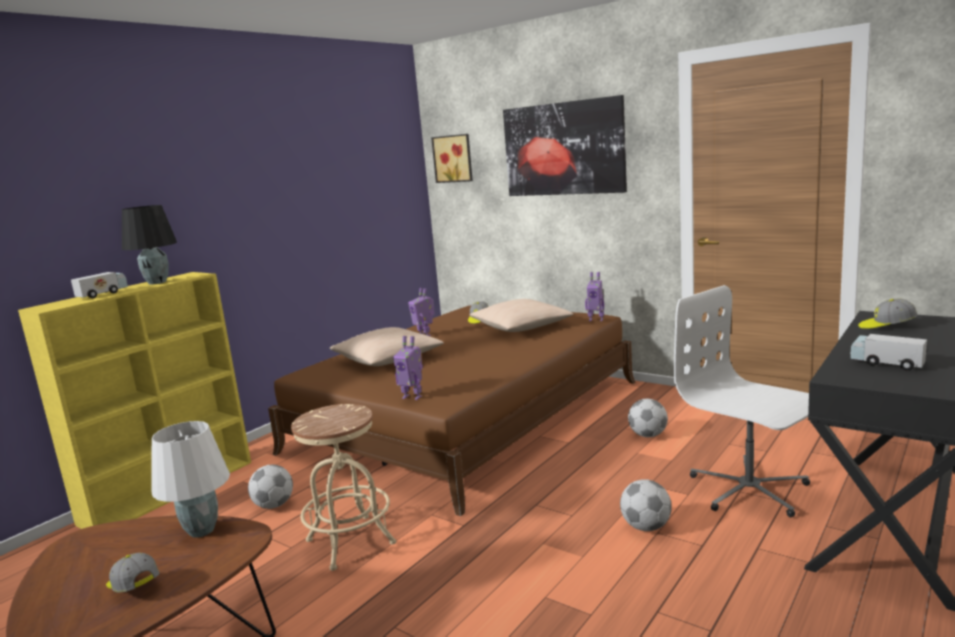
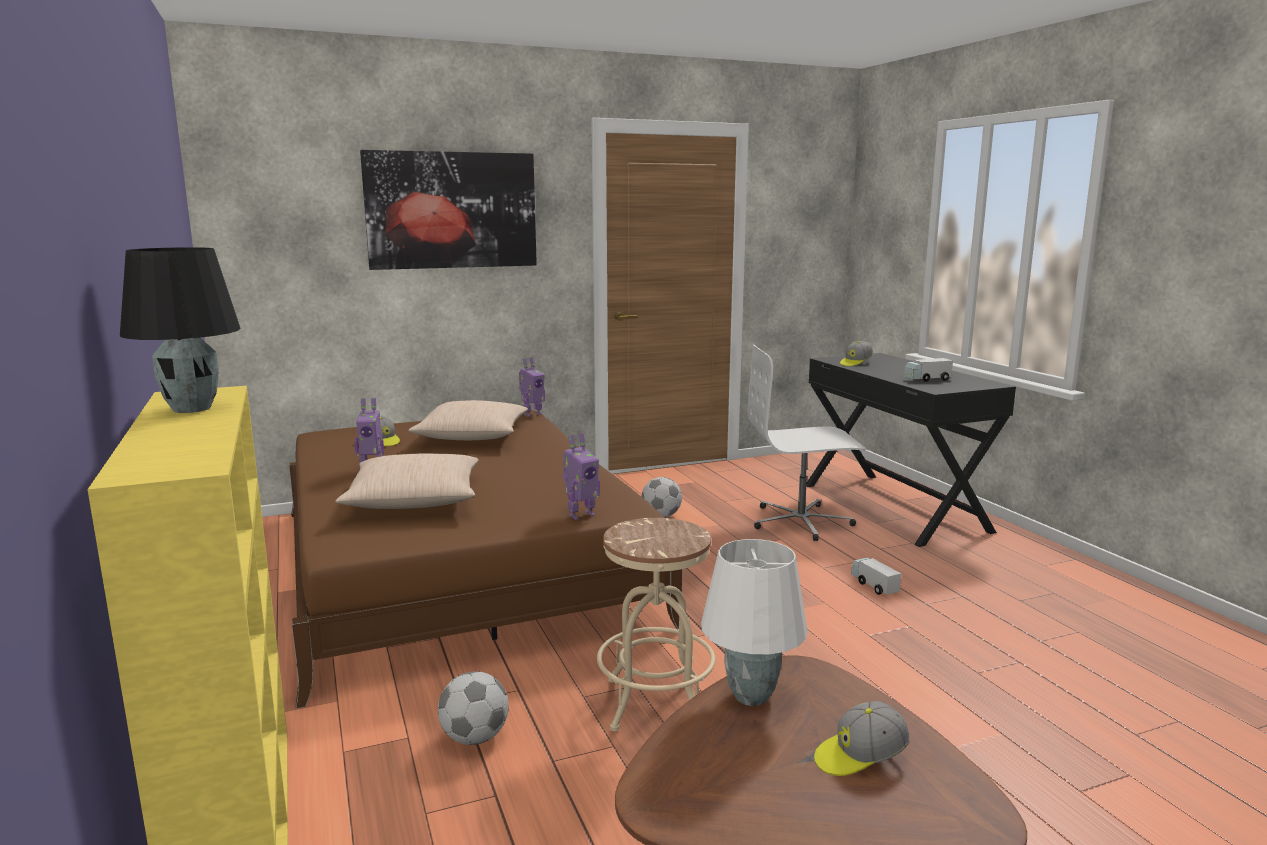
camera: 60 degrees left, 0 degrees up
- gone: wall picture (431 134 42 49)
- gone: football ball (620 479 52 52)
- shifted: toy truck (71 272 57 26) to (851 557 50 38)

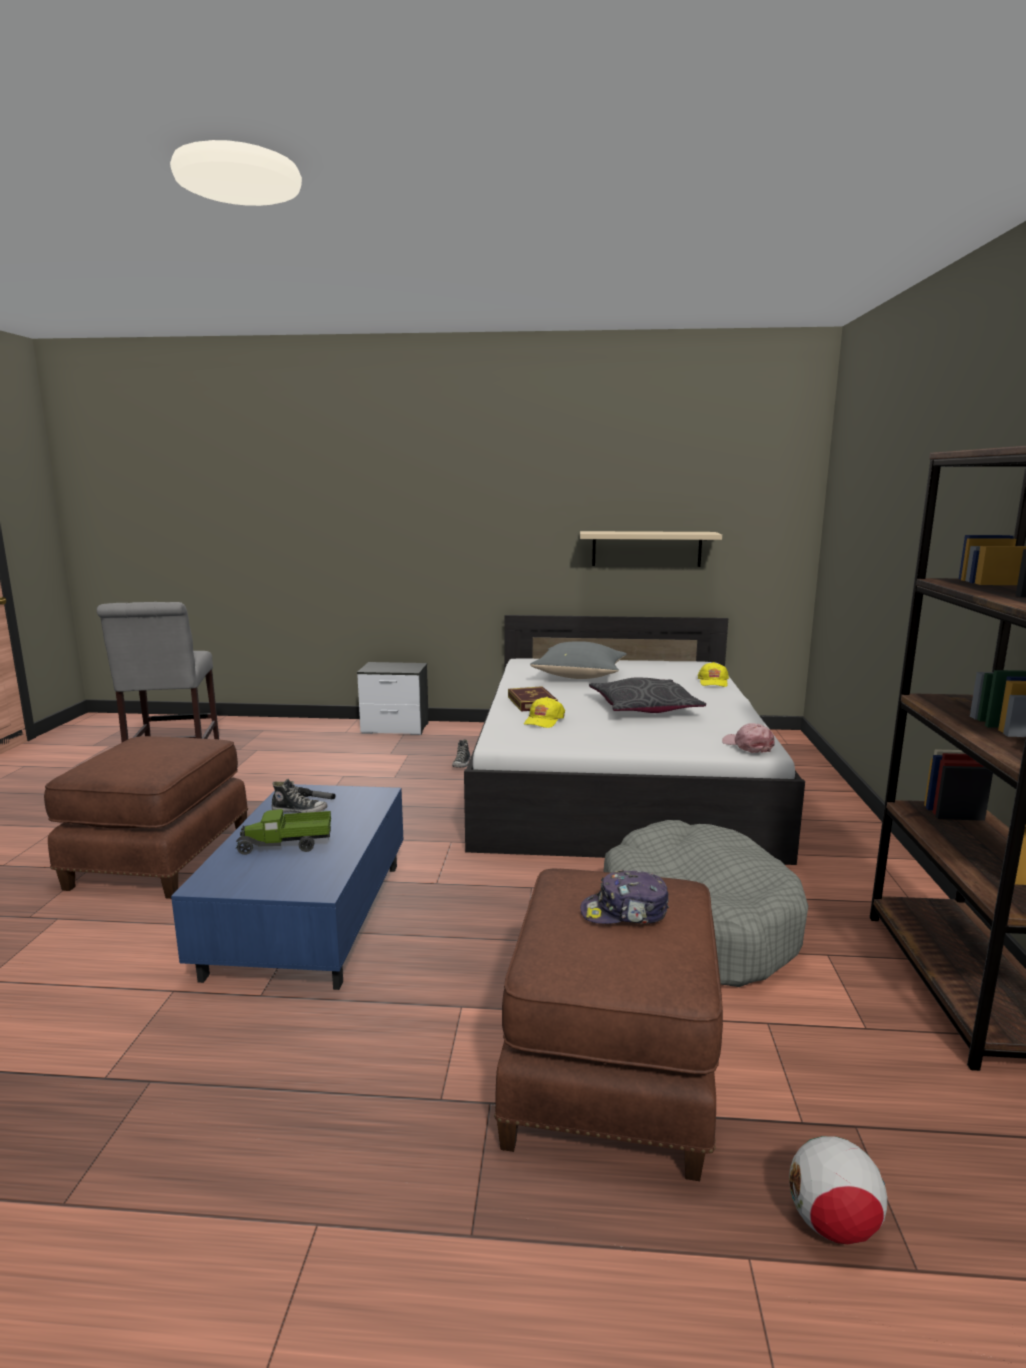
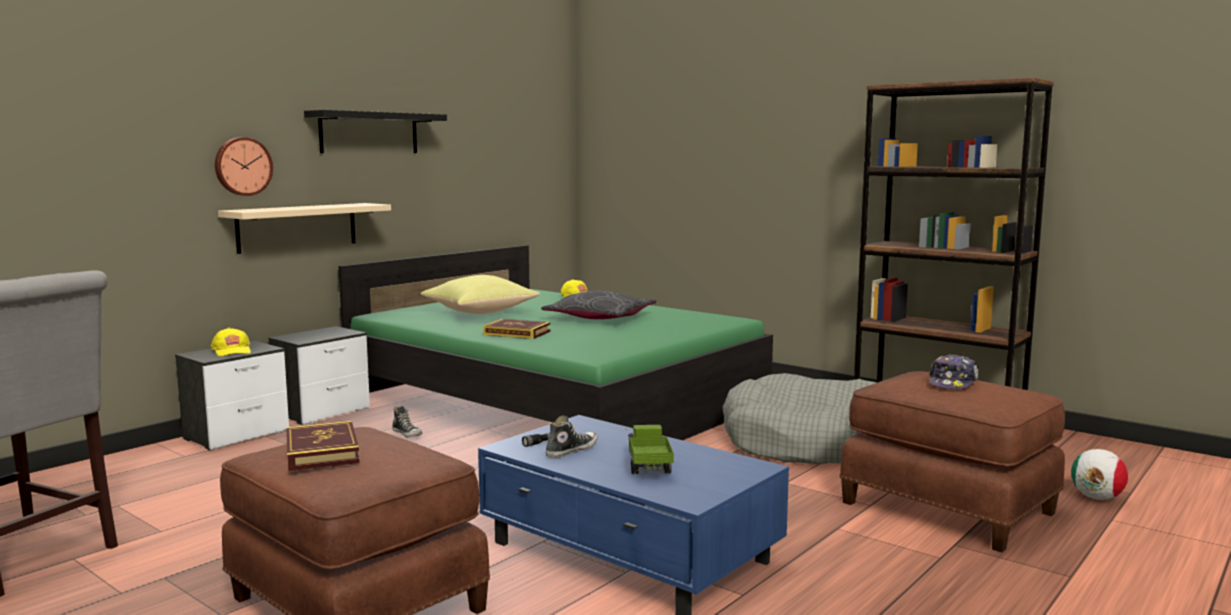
camera: 55 degrees left, 5 degrees down
- gone: baseball cap (pink) (722 723 53 30)
- new: wall clock (215 137 58 59)
- new: bedside table (269 326 101 99)
- new: bound book (286 421 74 50)
- new: shelf (black-coloured) (304 110 143 43)
- shifted: baseball cap (yellow) (524 697 41 31) to (211 328 40 28)
- shifted: shelf (sand-coloured) (580 531 142 36) to (218 203 173 51)
- repainted: bed (white-coloured) (464 615 341 250) to bed (greenish) (339 245 434 195)
- repainted: pillow (greyish) (530 641 97 38) to pillow (yellow) (421 275 120 39)
- rotated: toy truck (236 809 95 46) = (625 425 49 49) 150 degrees clockwise

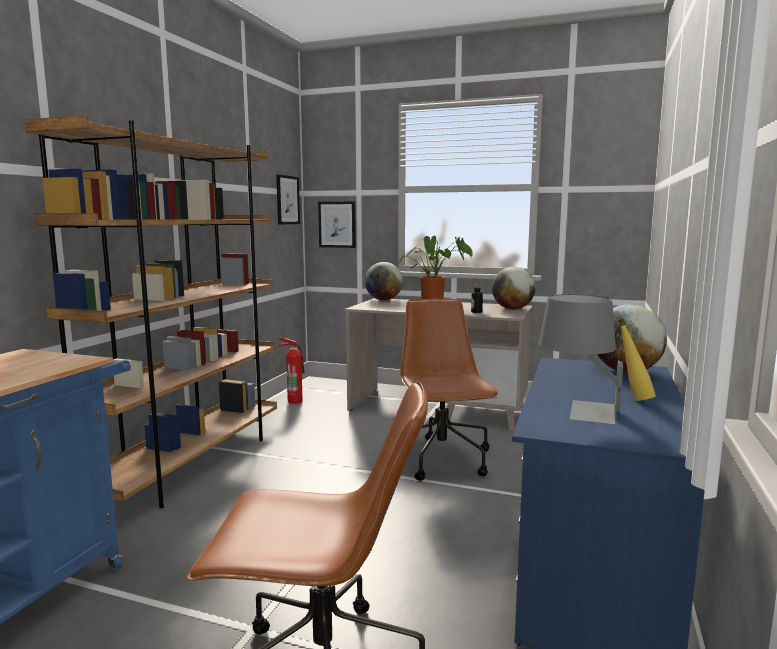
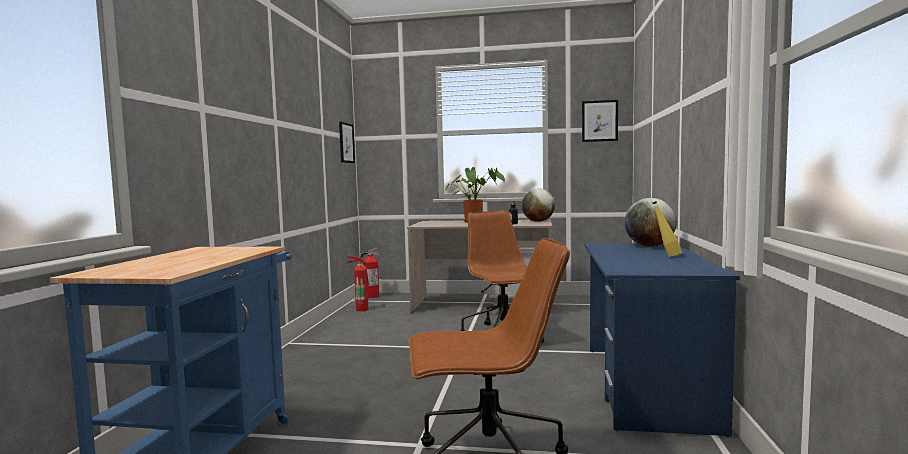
camera: 10 degrees left, 5 degrees down
- gone: bookcase (brown) (25 115 252 393)
- gone: world globe (365 262 38 38)
- gone: table lamp (greyish) (539 294 84 131)
- new: fire-fighting cylinder (360 248 19 50)
- shifted: wall picture (318 202 38 46) to (582 100 36 42)

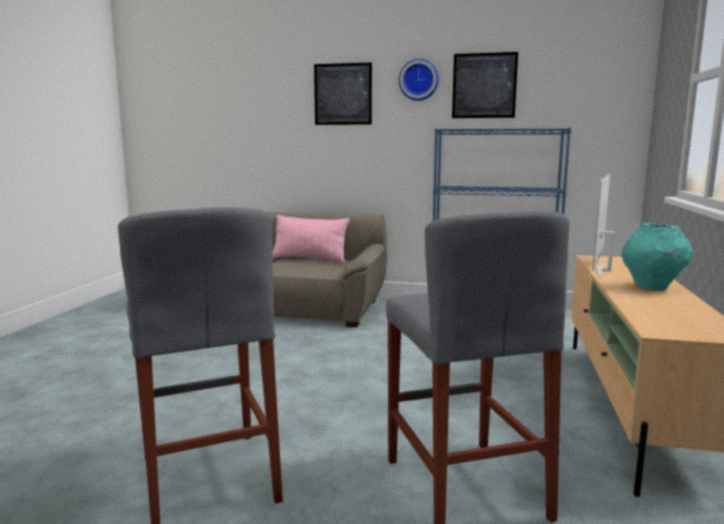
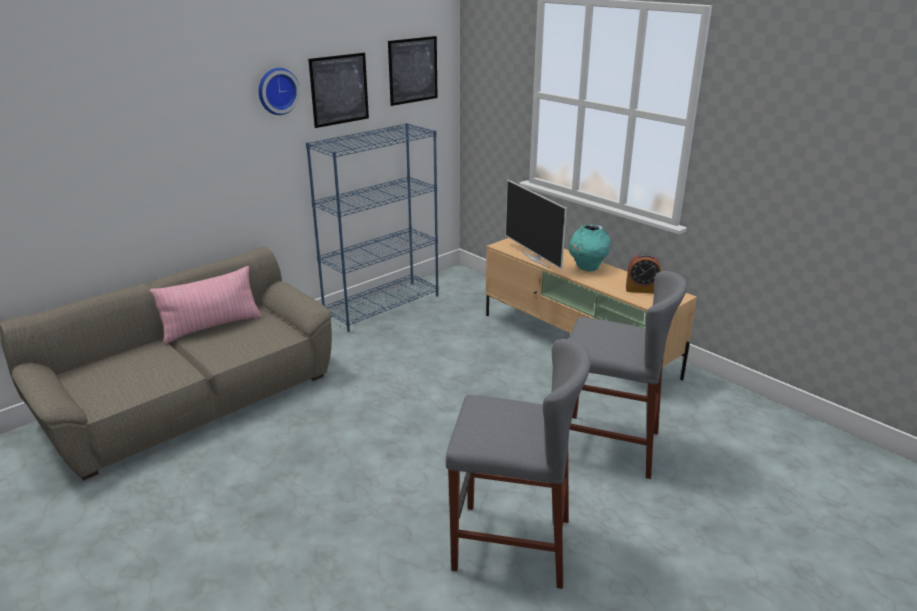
camera: 55 degrees left, 15 degrees up
- new: alarm clock (626 253 35 41)
- shifted: wall picture (314 62 58 63) to (388 36 49 70)

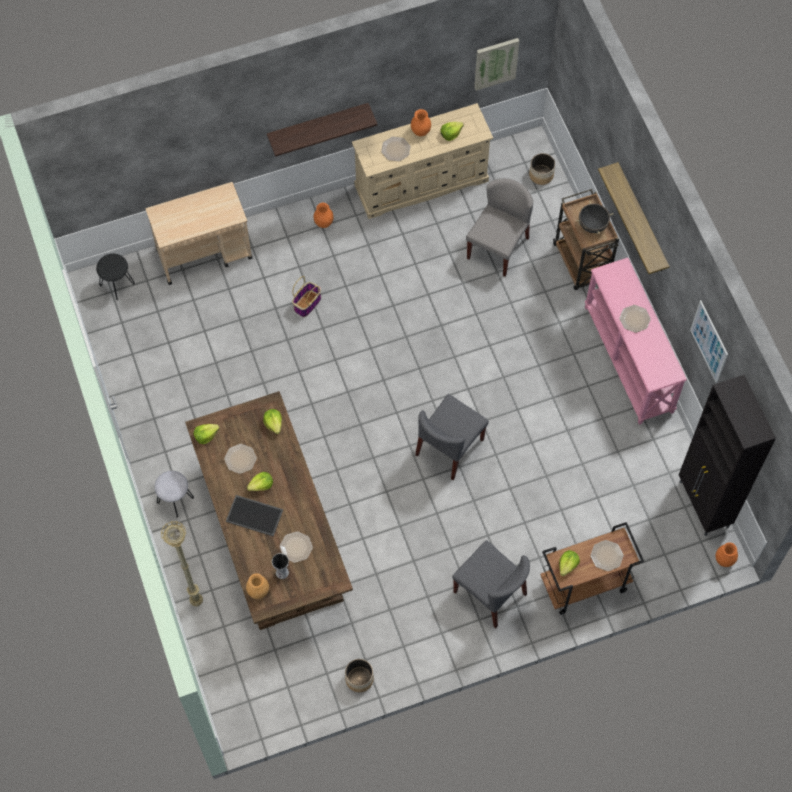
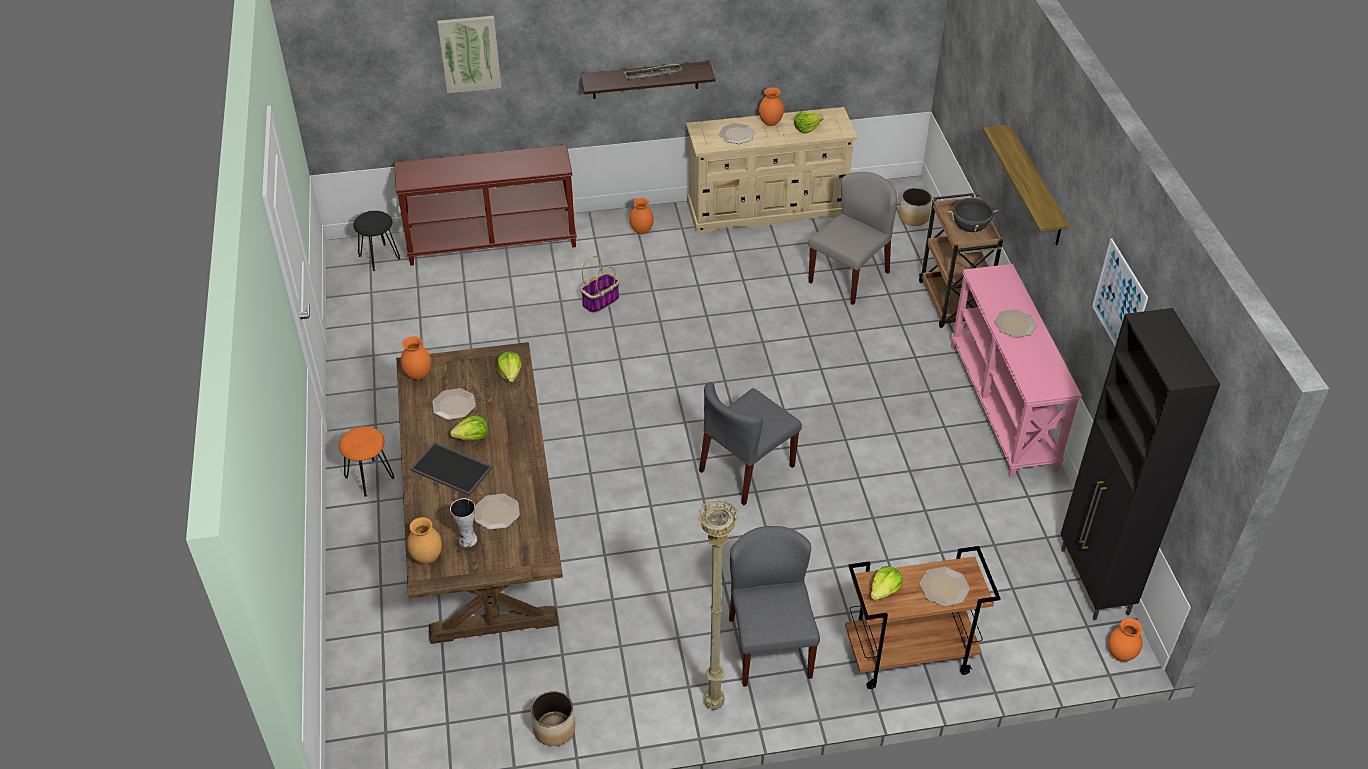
camera: 10 degrees right, 20 degrees down
- new: carrying tray (624 64 58 17)
- shifted: standing lamp (sand-coloured) (161 521 42 85) to (698 499 40 211)
- shifted: wall picture (474 38 45 53) to (437 16 64 77)
- swapped: wheeled cart (sand-coloured) (146 182 107 103) to hall table (brown) (394 145 183 121)
- swapped: lettuce head (194 424 26 20) to decorative vase (orangey) (400 336 31 44)
- repainted: sitting stool (greyish) (154 471 40 47) to sitting stool (orangey) (339 426 55 71)
- rotated: chair (greyish) (452 540 78 88) = (729 526 91 161) 150 degrees counterclockwise

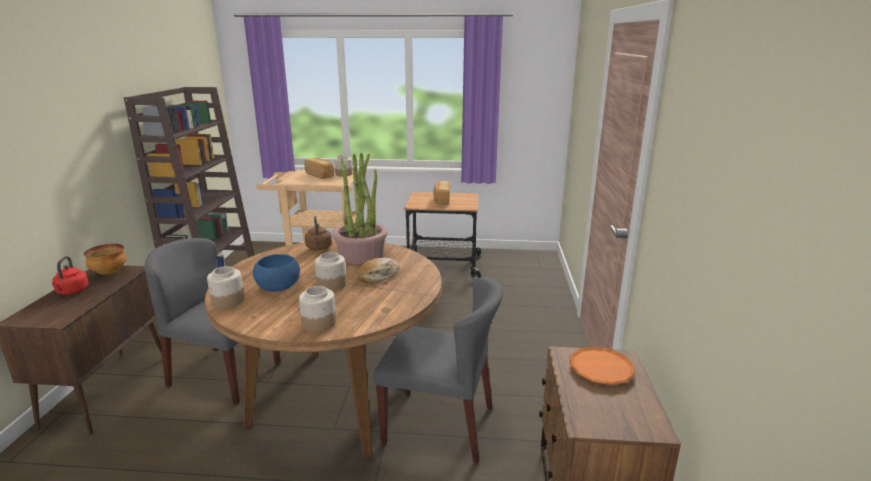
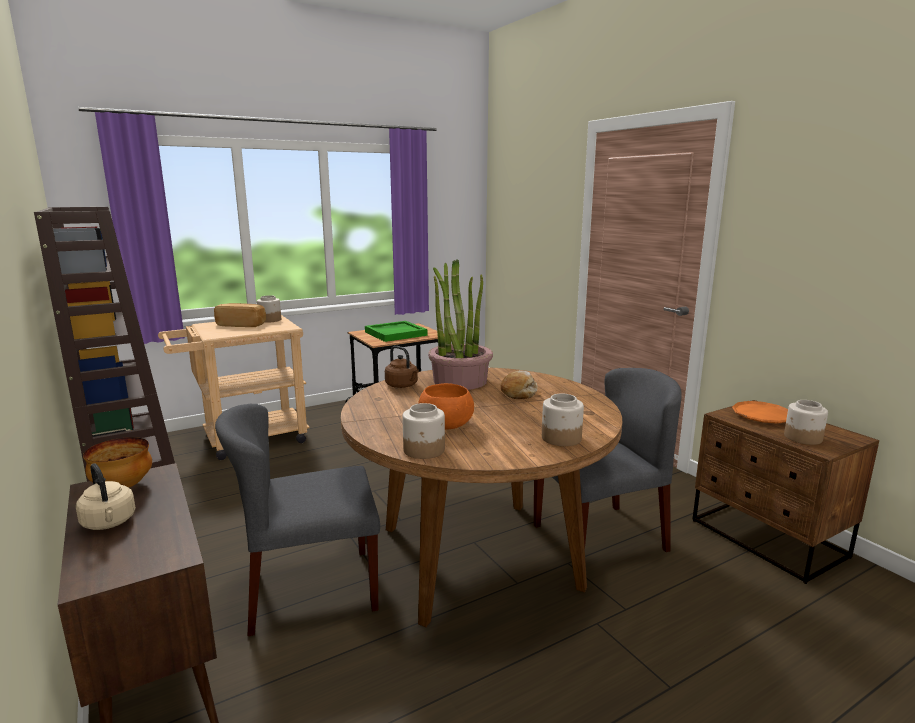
camera: 35 degrees left, 5 degrees down
- shifted: jar (315 252 31 39) to (784 400 44 45)
- swapped: bakery bread (434 181 16 24) to carrying tray (greenish) (365 321 63 21)
- repainted: water kettle (red-coloured) (52 256 37 39) to water kettle (sand-coloured) (76 463 60 67)
- repainted: bowl (bluish) (253 254 47 38) to bowl (orangey) (418 383 56 47)

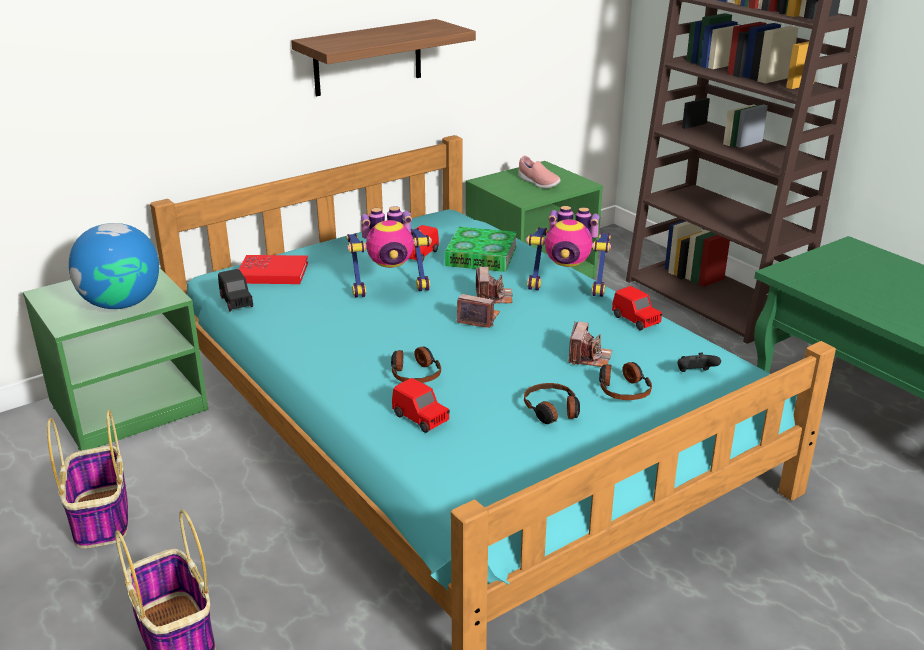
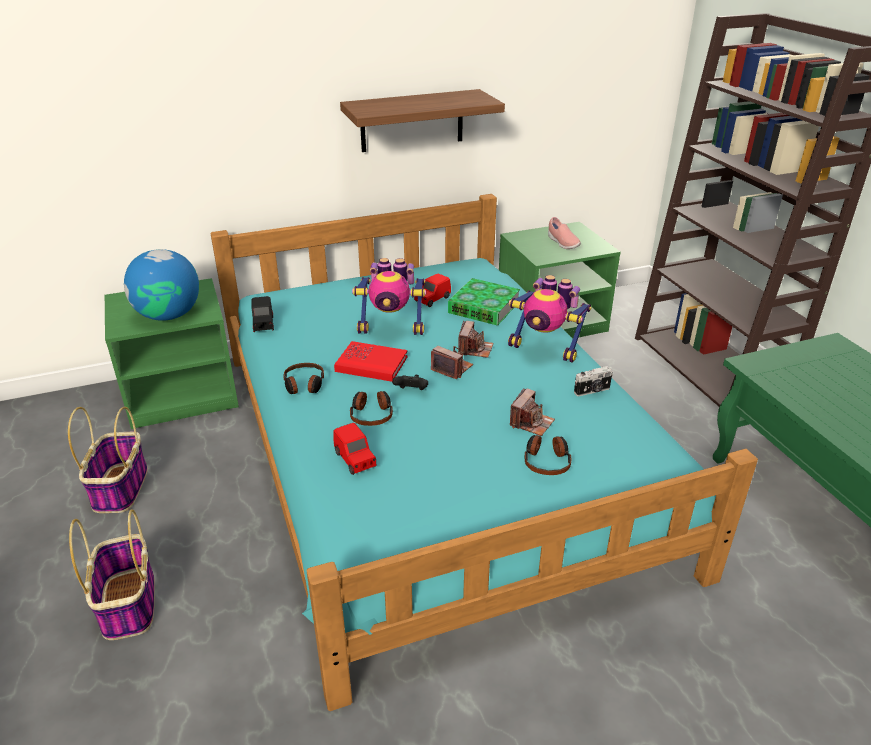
camera: 15 degrees right, 5 degrees up
- shifted: bound book (red-coloured) (239 255 69 29) to (334 341 74 41)
- shifted: headset (524 383 56 41) to (283 363 41 31)
- shifted: game controller (black-coloured) (678 353 43 19) to (392 375 36 15)
- swapped: toy car (red-coloured) (612 286 50 45) to still camera (574 366 38 30)

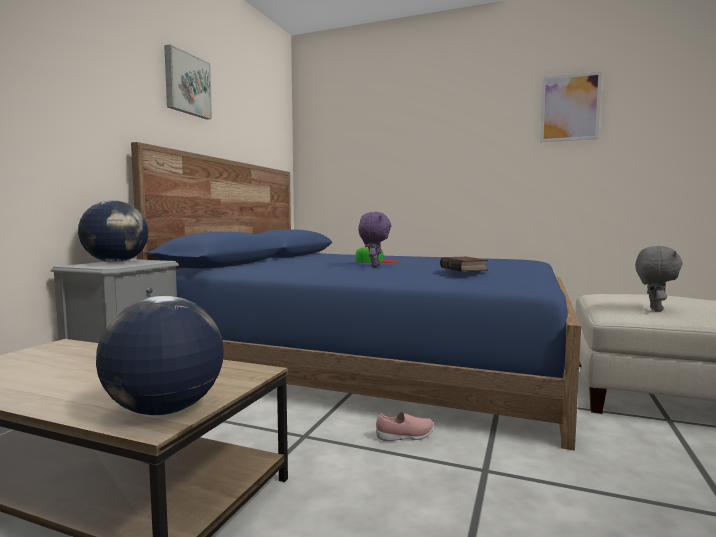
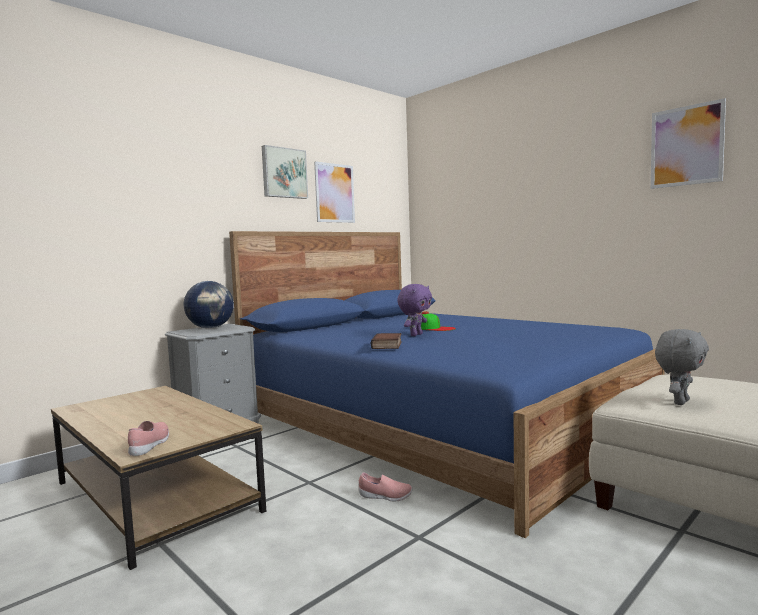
camera: 25 degrees right, 0 degrees up
- new: wall picture (314 161 41 62)
- shifted: bound book (440 257 48 15) to (371 333 31 16)
- swapped: world globe (96 296 128 120) to low shoe (pink) (128 421 41 35)

